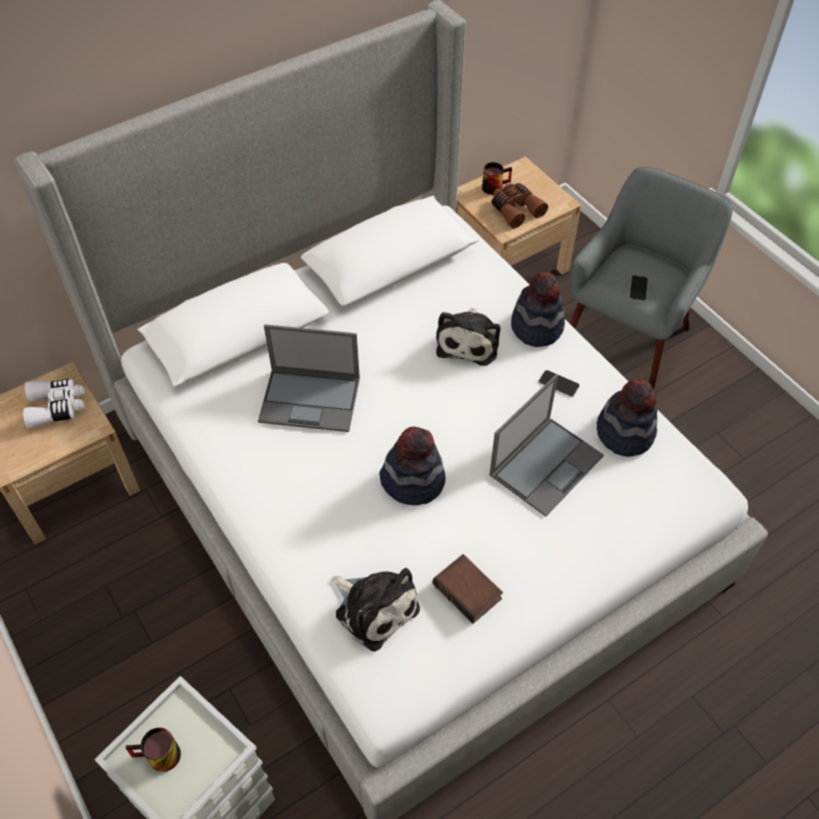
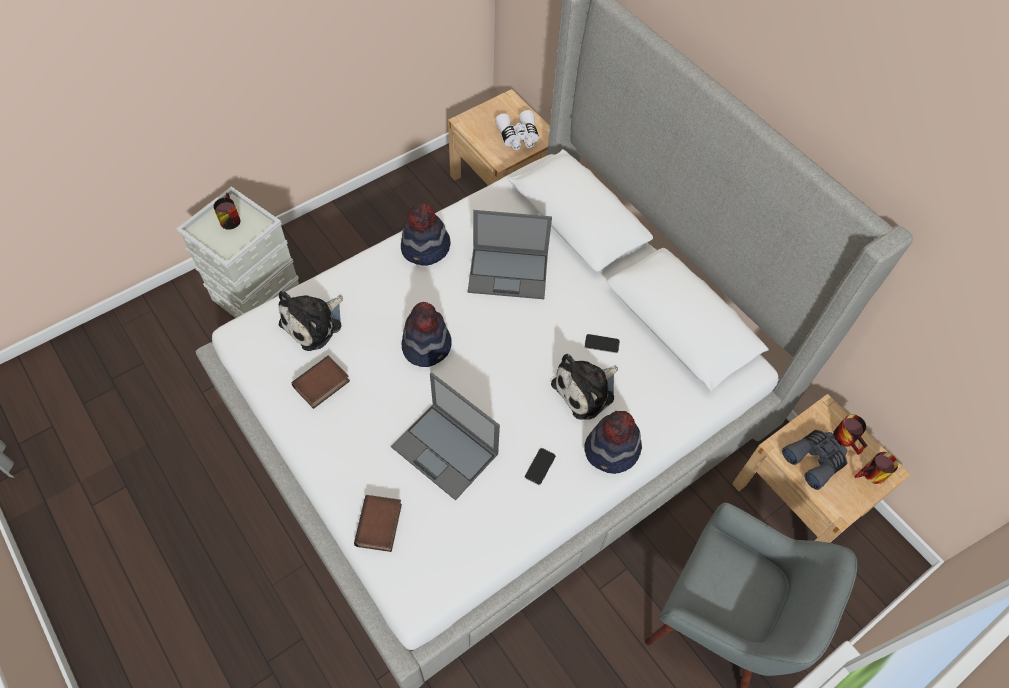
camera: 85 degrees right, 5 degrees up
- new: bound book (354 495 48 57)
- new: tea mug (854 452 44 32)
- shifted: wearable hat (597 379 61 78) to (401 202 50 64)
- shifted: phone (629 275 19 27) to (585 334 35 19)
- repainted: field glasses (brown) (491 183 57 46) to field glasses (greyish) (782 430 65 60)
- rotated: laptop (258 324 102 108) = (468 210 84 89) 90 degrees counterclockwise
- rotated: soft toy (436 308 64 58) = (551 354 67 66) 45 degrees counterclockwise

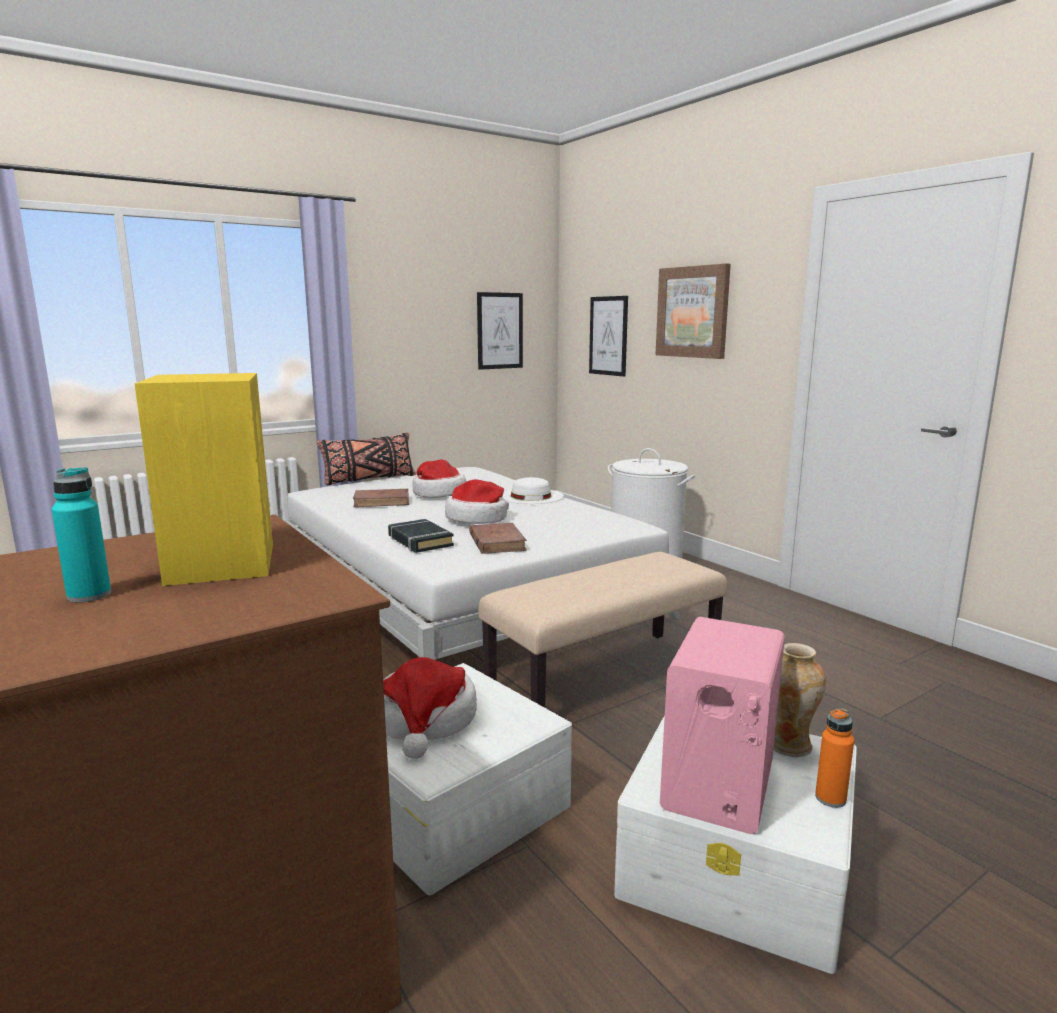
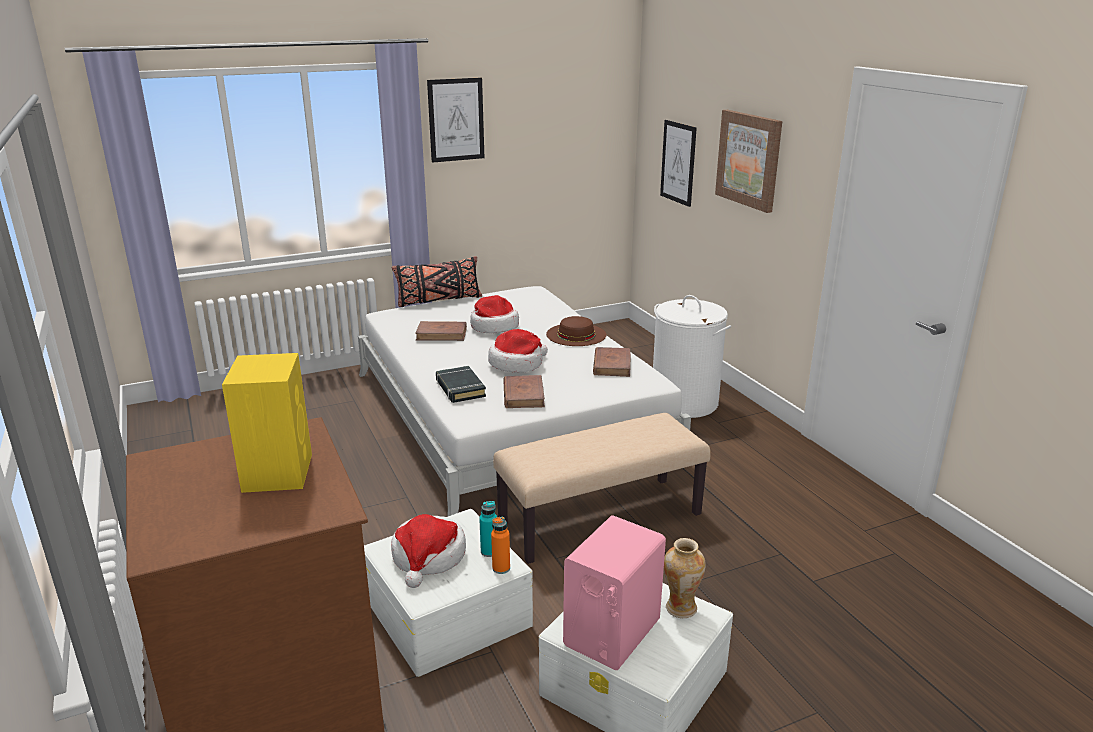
camera: 10 degrees right, 10 degrees up
- new: bound book (brown) (593 347 38 30)
- shifted: beverage bottle (turquoise) (51 467 60 136) to (479 501 18 56)
- shifted: wall picture (477 292 46 78) to (427 78 57 85)
- shifted: beverage bottle (orangey) (815 708 39 100) to (491 517 19 57)
- repainted: wearable hat (white-coloured) (502 477 62 27) to wearable hat (brown) (546 316 60 30)

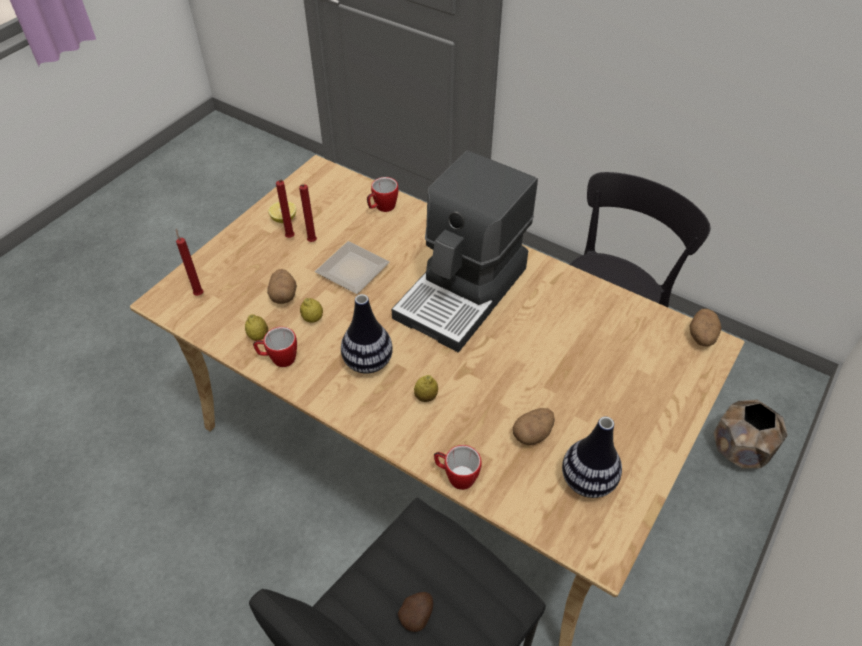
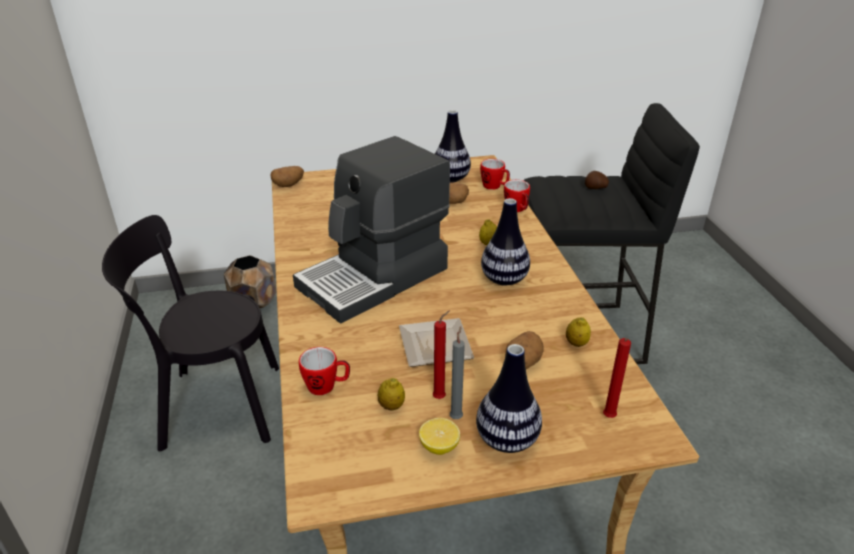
camera: 135 degrees left, 15 degrees down
- new: decorative vase (476 344 66 109)
- shifted: tea mug (253 327 44 40) to (480 159 30 31)
- shifted: lemon (300 298 23 25) to (378 378 27 32)
- repainted: candle (red-coloured) (276 179 19 59) to candle (greyish) (450 326 15 93)
- rotated: coffee brewer (392 151 146 202) = (293 136 157 188) 150 degrees clockwise

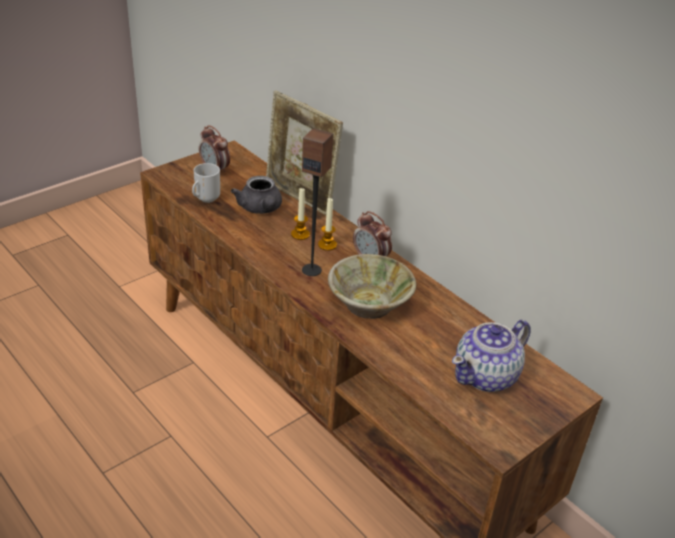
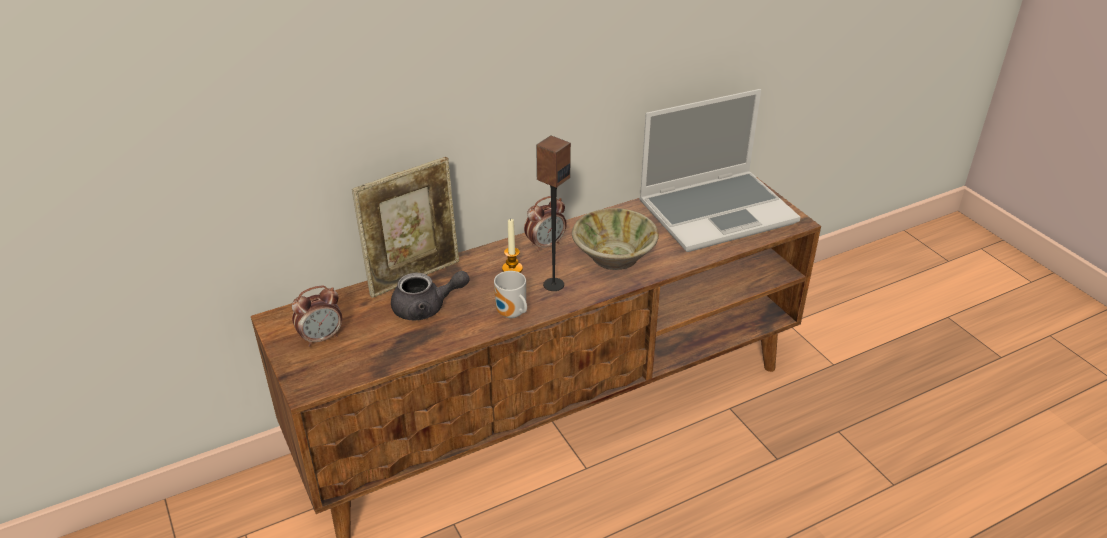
camera: 75 degrees left, 0 degrees up
- gone: candle (291 188 19 52)
- shifted: tea mug (192 163 28 40) to (494 271 33 47)
- swapped: teapot (452 320 79 72) to laptop (639 89 161 163)

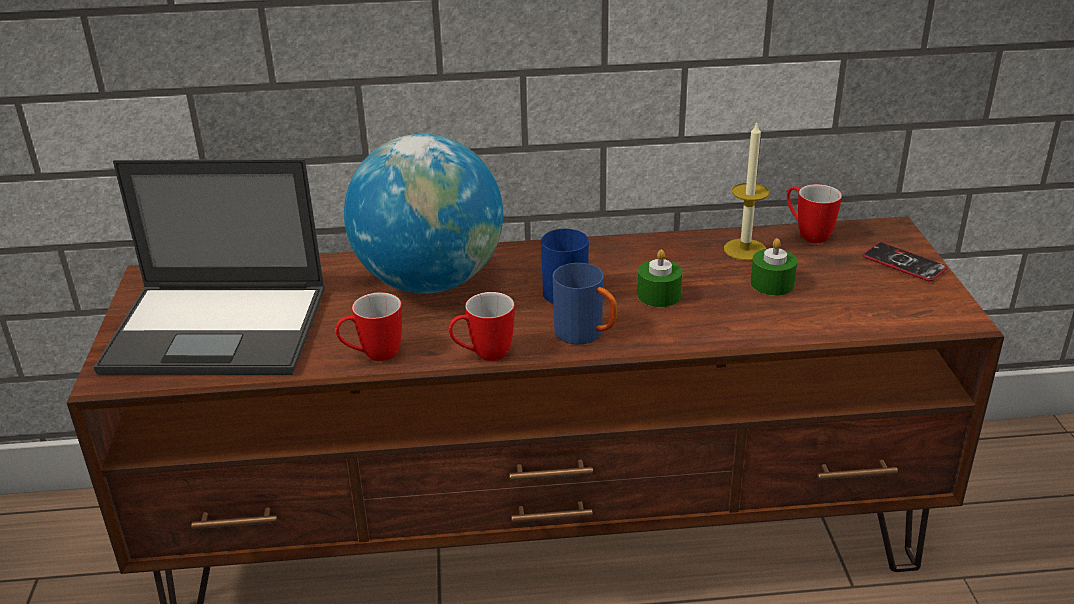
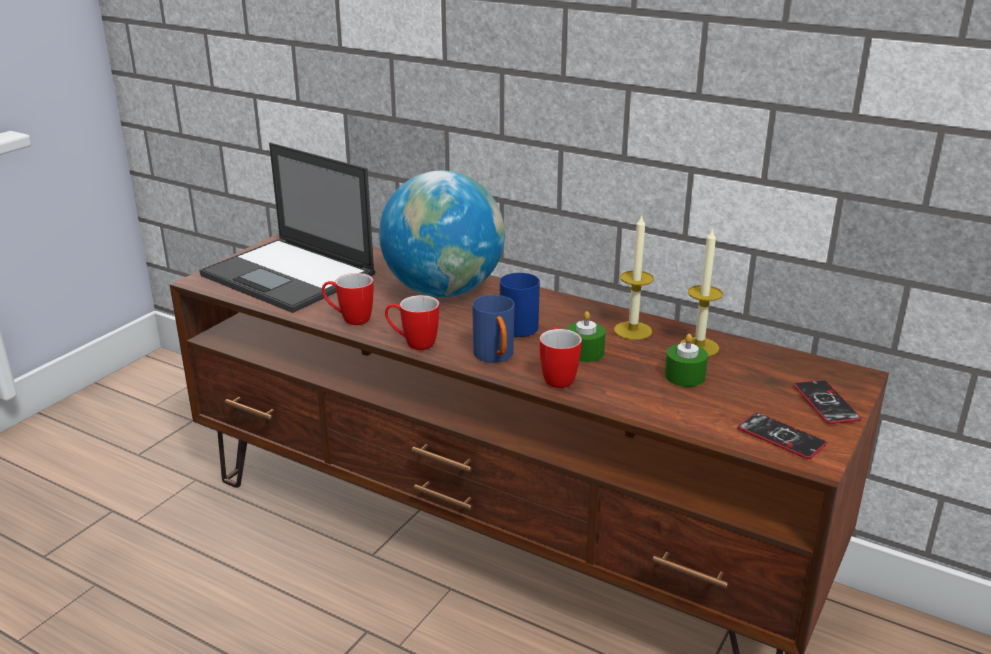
camera: 35 degrees right, 5 degrees down
- new: candle (614 214 40 126)
- new: phone (738 413 89 46)
- shifted: tea mug (787 184 55 59) to (539 327 43 61)

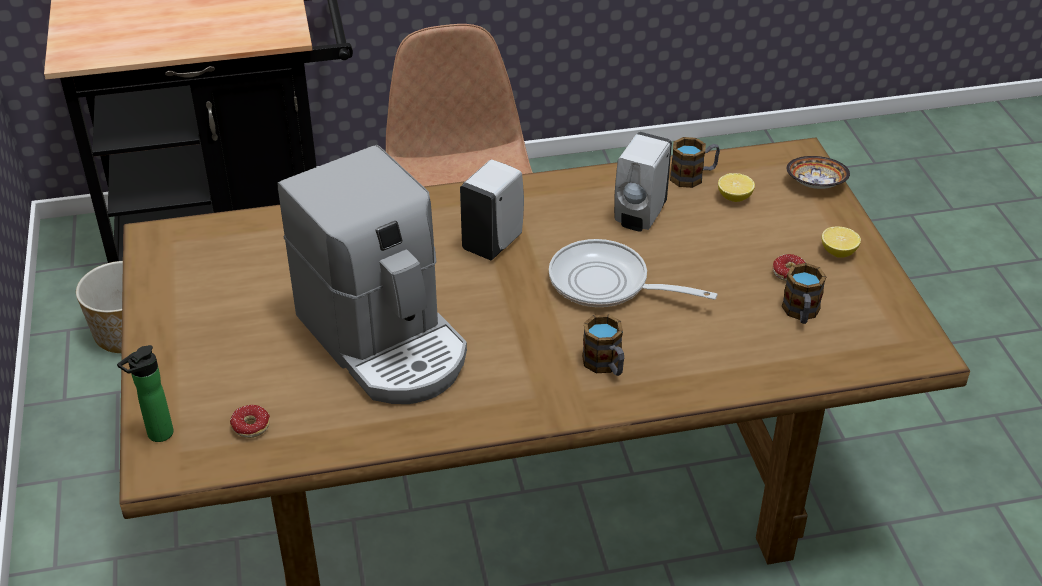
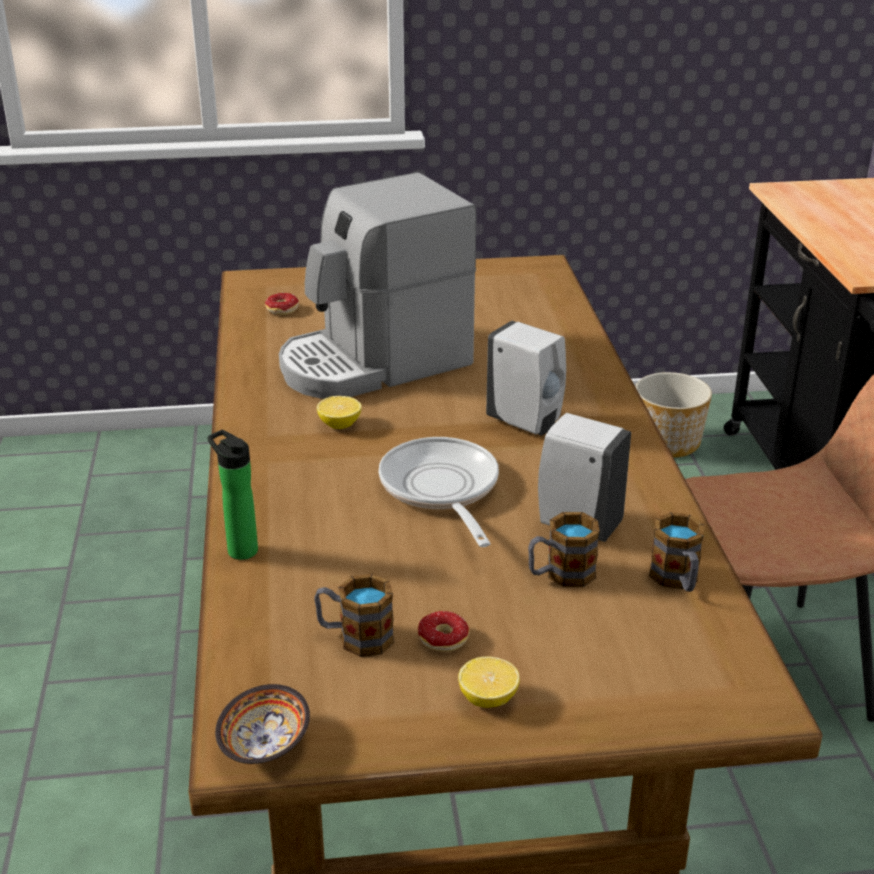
camera: 95 degrees right, 10 degrees down
- shifted: beverage bottle (117 345 57 97) to (207 430 51 130)
- shifted: tea mug (582 314 42 62) to (528 512 72 75)
- shifted: lemon (718 173 37 29) to (317 396 45 33)
- shifted: bowl (787 156 63 33) to (215 684 95 80)
- rotated: skillet (549 239 169 68) = (379 437 120 110) 45 degrees counterclockwise

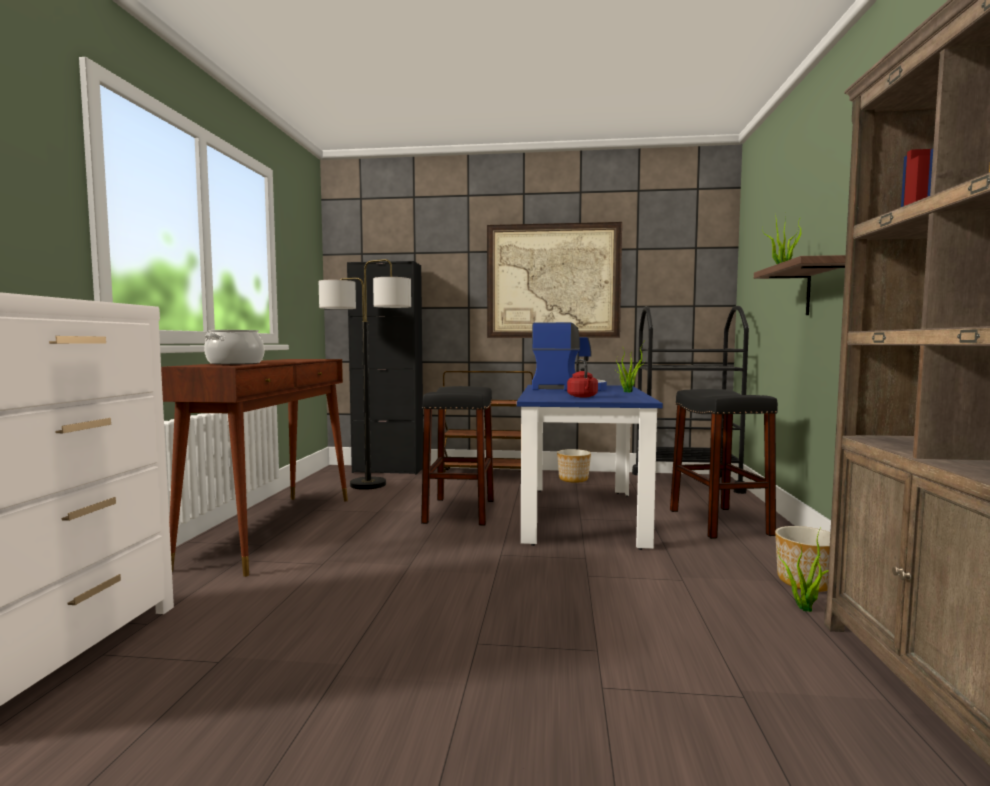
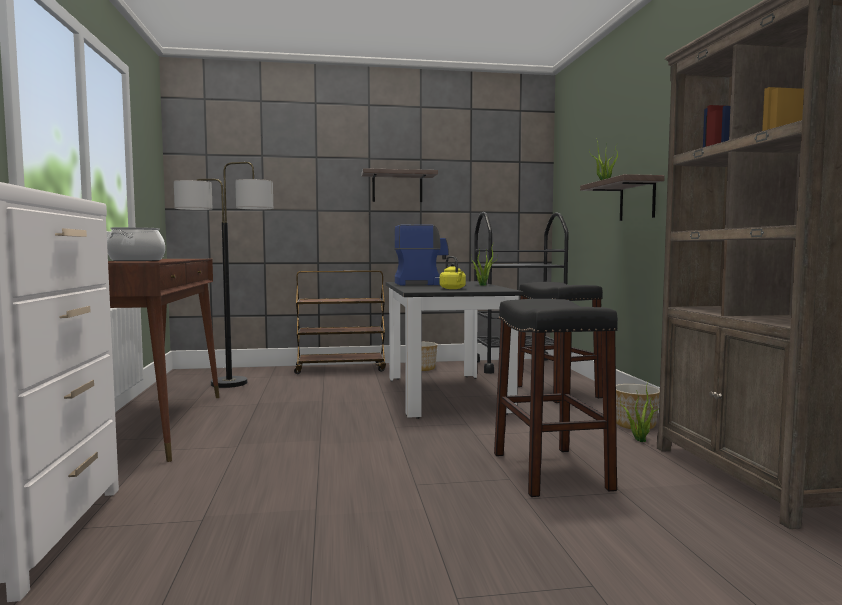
camera: 15 degrees left, 0 degrees up
- gone: cupboard (black-coloured) (347 261 76 214)
- shifted: sitting stool (black-coloured) (421 386 73 139) to (494 299 124 198)
- swapped: wall picture (487 222 135 116) to shelf (361 168 77 34)
- repainted: dinner table (bluish) (517 385 146 165) to dinner table (black-coloured) (386 281 137 138)
- repainted: water kettle (red-coloured) (567 359 31 39) to water kettle (yellow) (440 256 26 33)

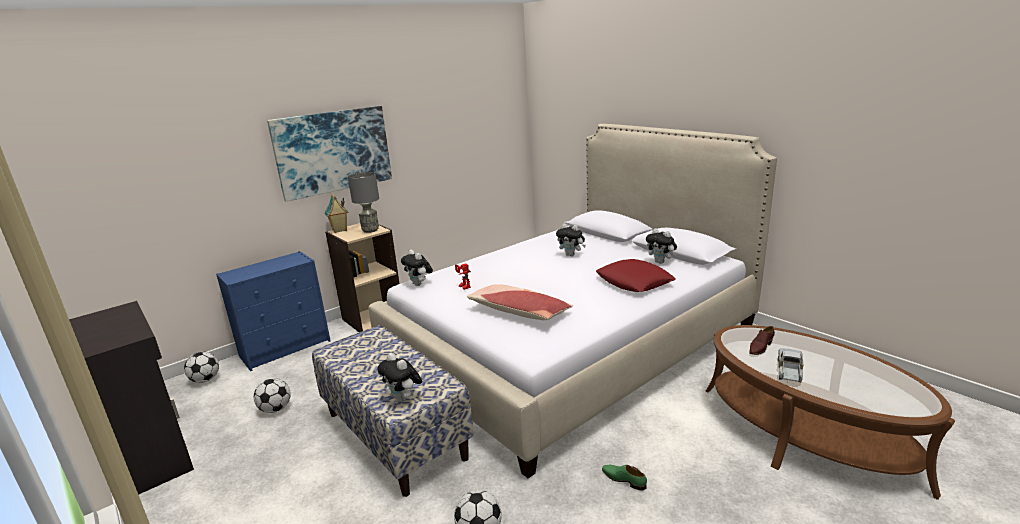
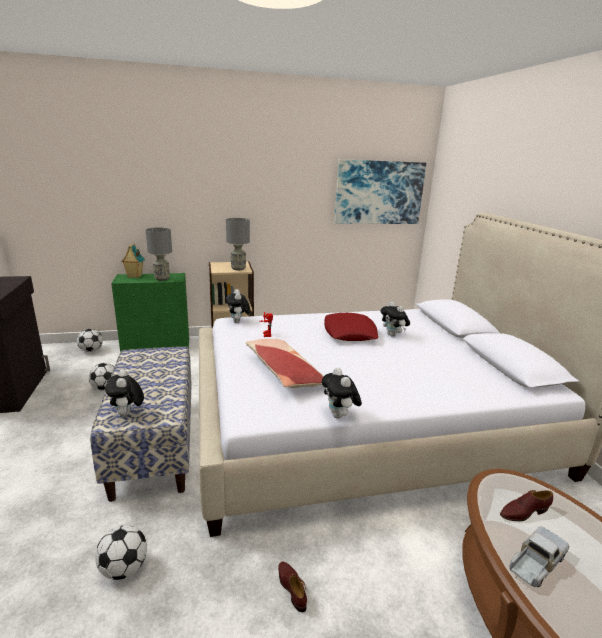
camera: 25 degrees right, 0 degrees up
- new: table lamp (greyish) (146 228 26 53)
- shifted: wall picture (267 106 125 96) to (334 159 92 65)
- shifted: miniature house (324 193 25 40) to (121 244 24 34)
- shifted: pillow (red-coloured) (596 259 79 33) to (324 313 54 28)
- shifted: soft toy (646 228 31 36) to (322 368 40 50)
- repainted: dresser (bluish) (216 251 115 120) to dresser (greenish) (111 273 78 79)
- repainted: low shoe (greenish) (602 465 45 25) to low shoe (brown) (278 562 29 50)

